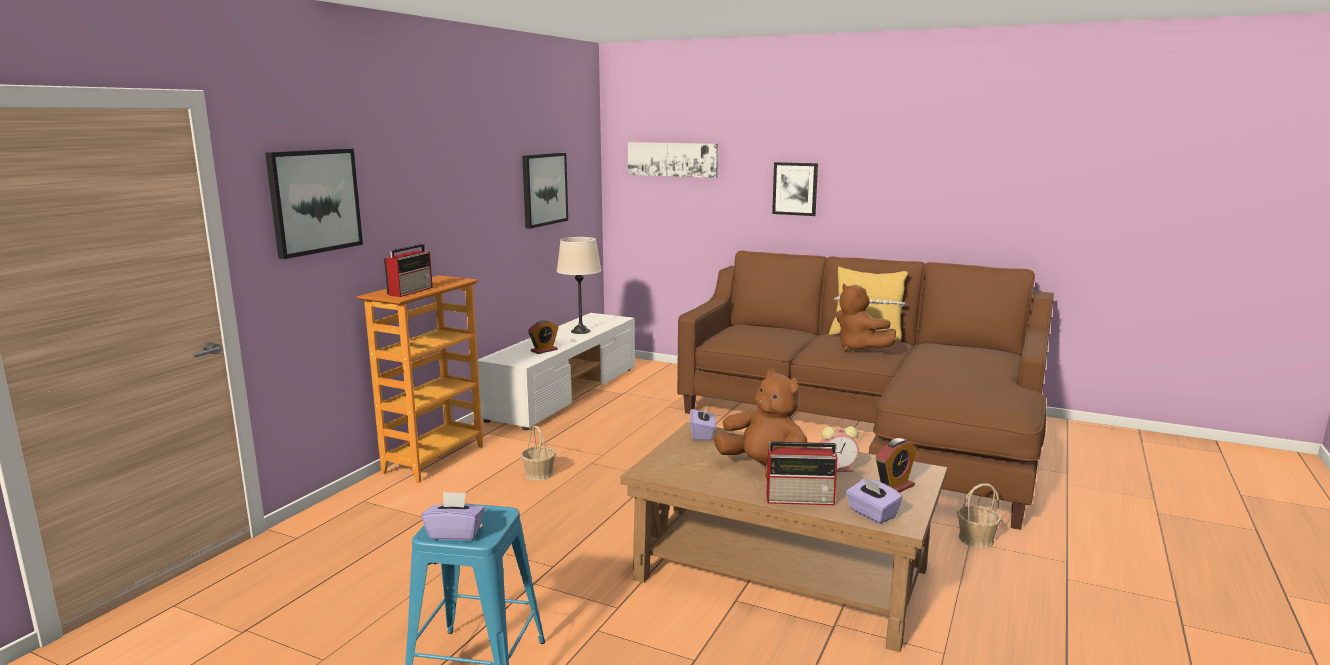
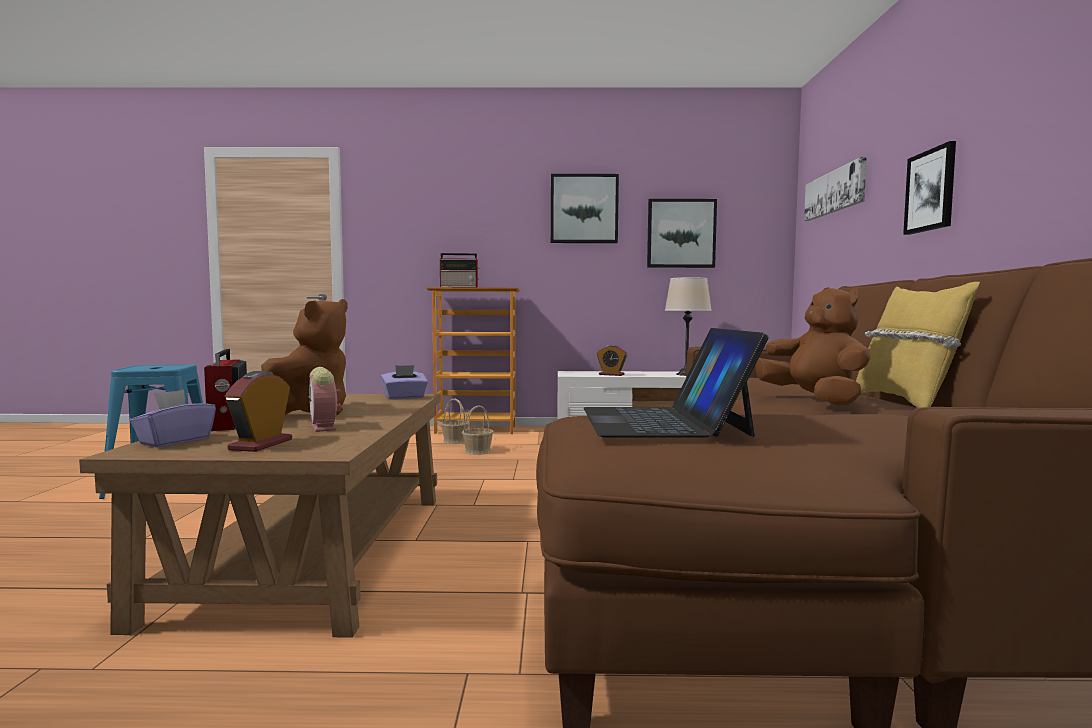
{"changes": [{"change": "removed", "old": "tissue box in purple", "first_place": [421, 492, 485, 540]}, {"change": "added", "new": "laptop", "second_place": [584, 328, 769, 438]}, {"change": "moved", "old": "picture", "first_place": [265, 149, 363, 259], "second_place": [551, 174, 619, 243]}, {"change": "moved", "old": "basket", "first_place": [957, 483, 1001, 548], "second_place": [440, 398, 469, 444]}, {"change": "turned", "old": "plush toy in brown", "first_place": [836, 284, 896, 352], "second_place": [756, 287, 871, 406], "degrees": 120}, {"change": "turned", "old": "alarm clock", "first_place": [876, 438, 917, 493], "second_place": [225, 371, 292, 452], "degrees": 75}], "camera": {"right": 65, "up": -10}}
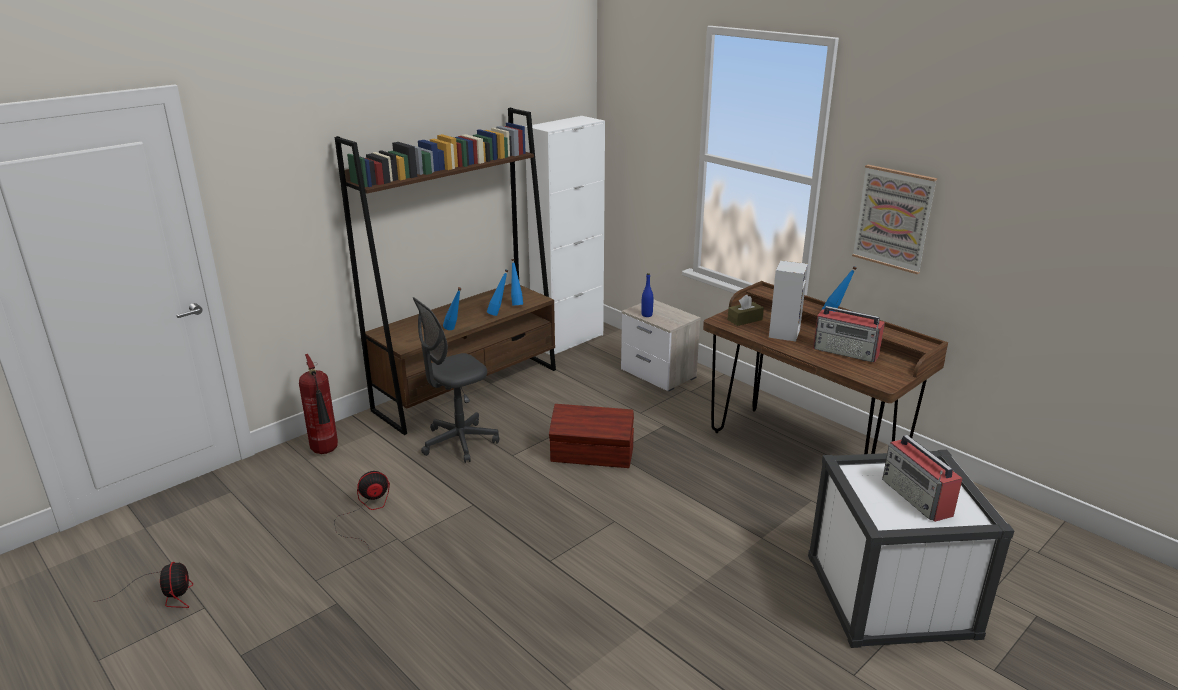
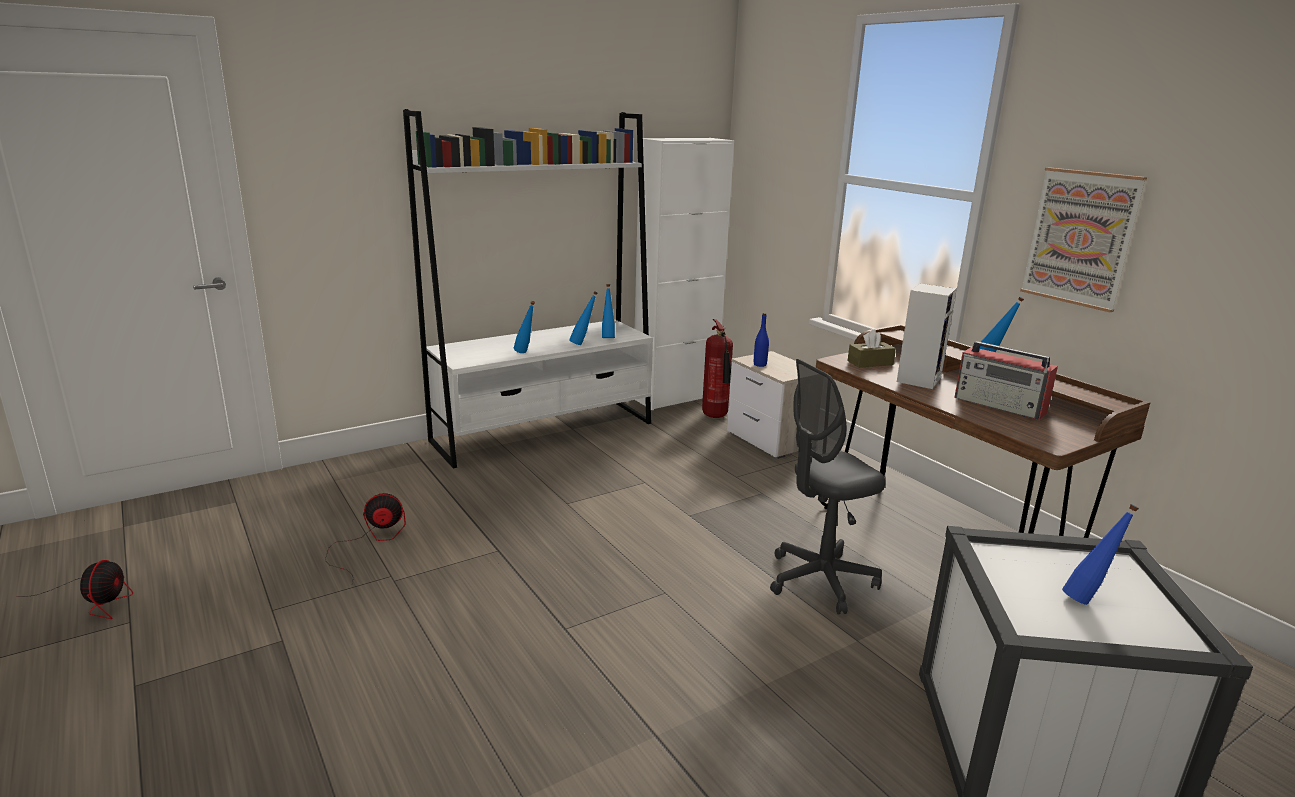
{"changes": [{"change": "removed", "old": "storage box in brown", "first_place": [549, 404, 634, 468]}, {"change": "moved", "old": "fire extinguisher", "first_place": [299, 354, 338, 454], "second_place": [702, 319, 733, 418]}, {"change": "moved", "old": "office chair in grey", "first_place": [413, 297, 499, 463], "second_place": [770, 359, 885, 614]}, {"change": "replaced", "old": "radio", "new": "bottle in blue", "first_place": [882, 435, 963, 522], "second_place": [1062, 504, 1139, 605]}, {"change": "recoloured", "old": "bookcase in brown", "new": "bookcase in white", "first_place": [335, 107, 556, 435], "second_place": [403, 109, 653, 469]}], "camera": {"right": 10, "up": -5}}
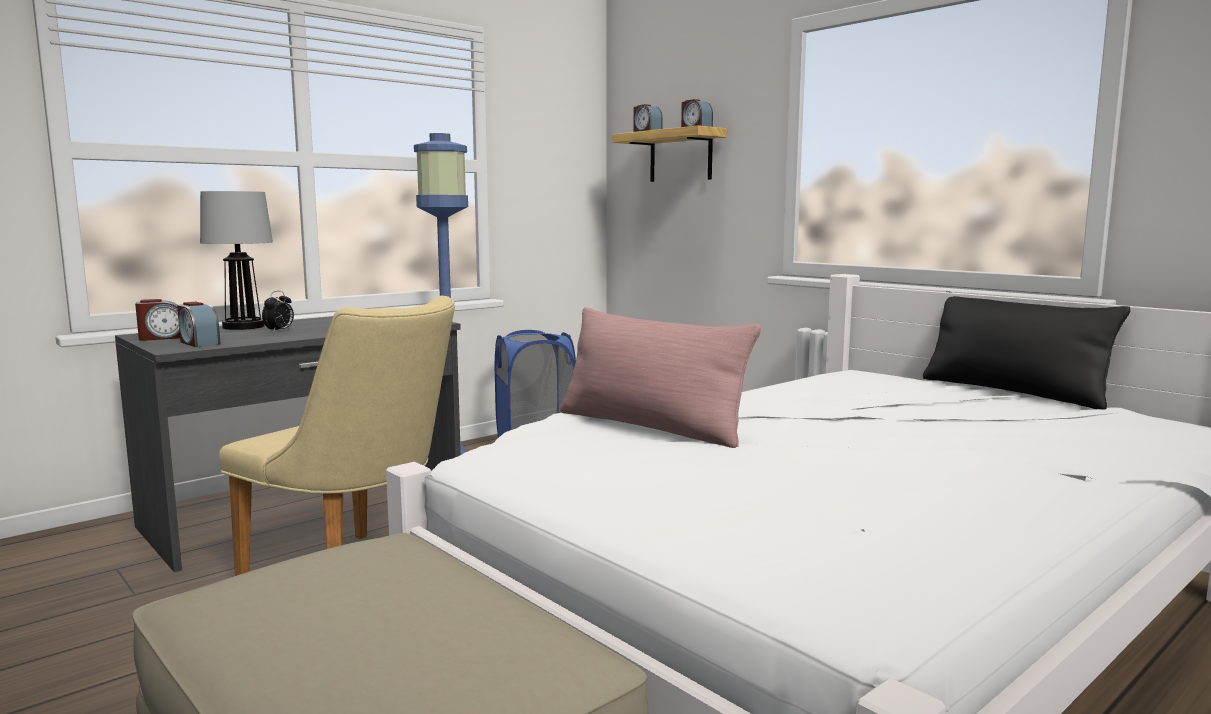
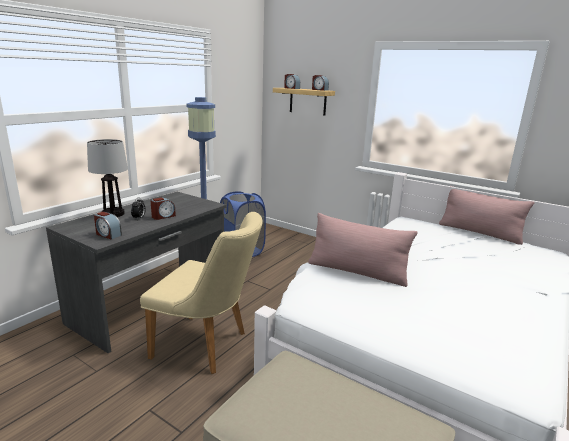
{"changes": [{"change": "moved", "old": "alarm clock", "first_place": [135, 299, 180, 341], "second_place": [150, 198, 176, 220]}, {"change": "recoloured", "old": "pillow in black", "new": "pillow in pink", "first_place": [923, 291, 1130, 410], "second_place": [439, 186, 534, 245]}], "camera": {"right": -15, "up": 10}}
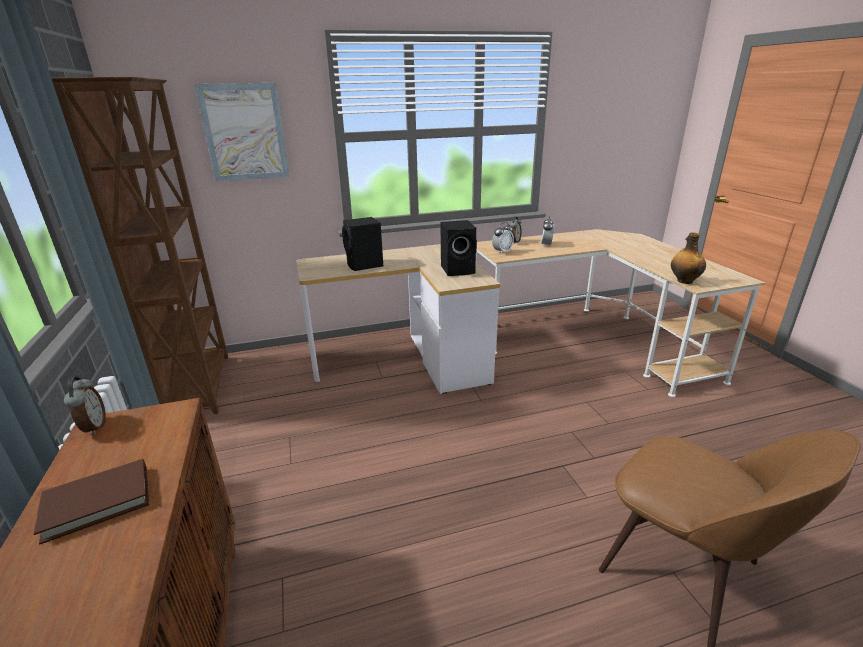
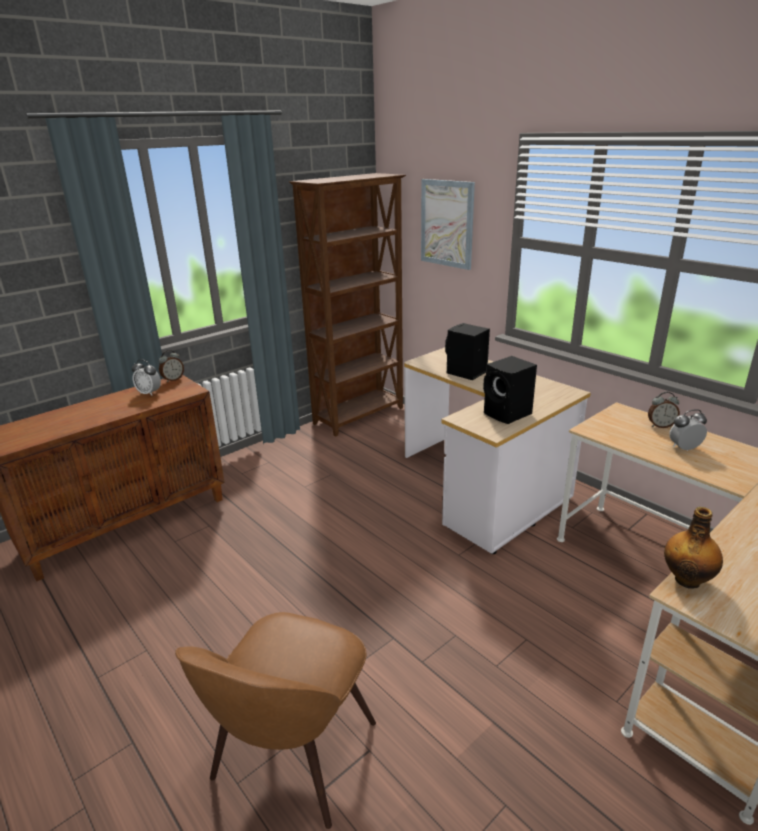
{"changes": [{"change": "removed", "old": "book in brown", "first_place": [34, 459, 149, 545]}, {"change": "moved", "old": "alarm clock", "first_place": [492, 222, 514, 253], "second_place": [132, 360, 161, 396]}], "camera": {"right": 65, "up": 0}}
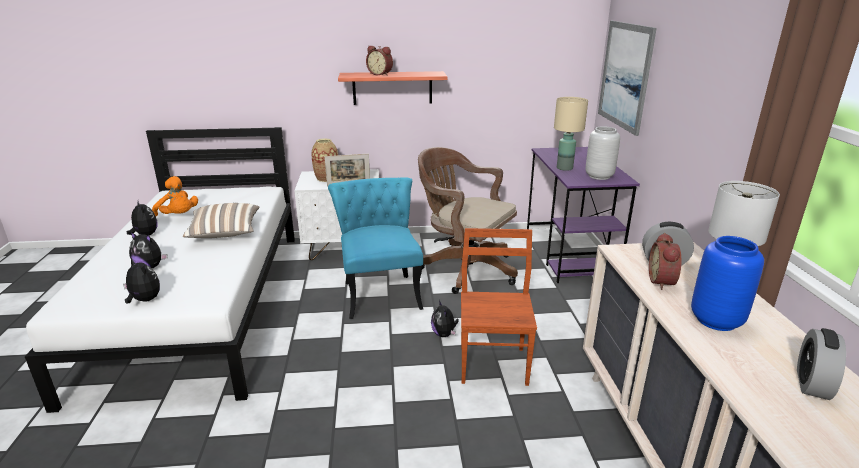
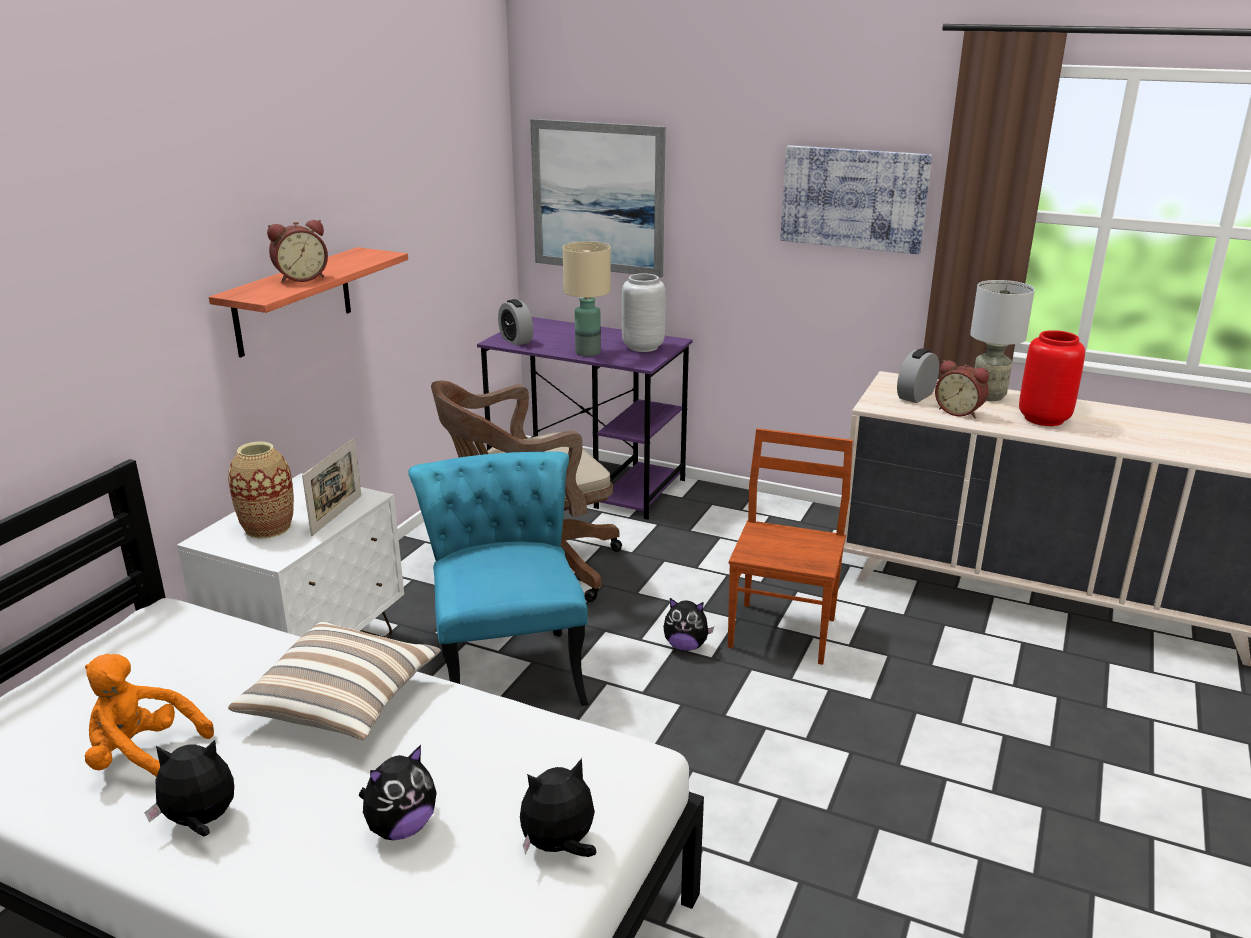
{"changes": [{"change": "added", "new": "picture", "second_place": [780, 145, 932, 254]}, {"change": "moved", "old": "alarm clock", "first_place": [797, 328, 846, 400], "second_place": [498, 299, 533, 346]}, {"change": "recoloured", "old": "vase in blue", "new": "vase in red", "first_place": [691, 236, 764, 331], "second_place": [1019, 330, 1085, 426]}, {"change": "turned", "old": "plush toy in orange", "first_place": [152, 176, 198, 216], "second_place": [85, 654, 214, 777], "degrees": -150}, {"change": "turned", "old": "chair in turquoise", "first_place": [328, 177, 423, 319], "second_place": [408, 451, 589, 706], "degrees": 60}, {"change": "turned", "old": "chair in brown", "first_place": [461, 228, 537, 386], "second_place": [728, 428, 853, 665], "degrees": 75}], "camera": {"right": -60, "up": 0}}
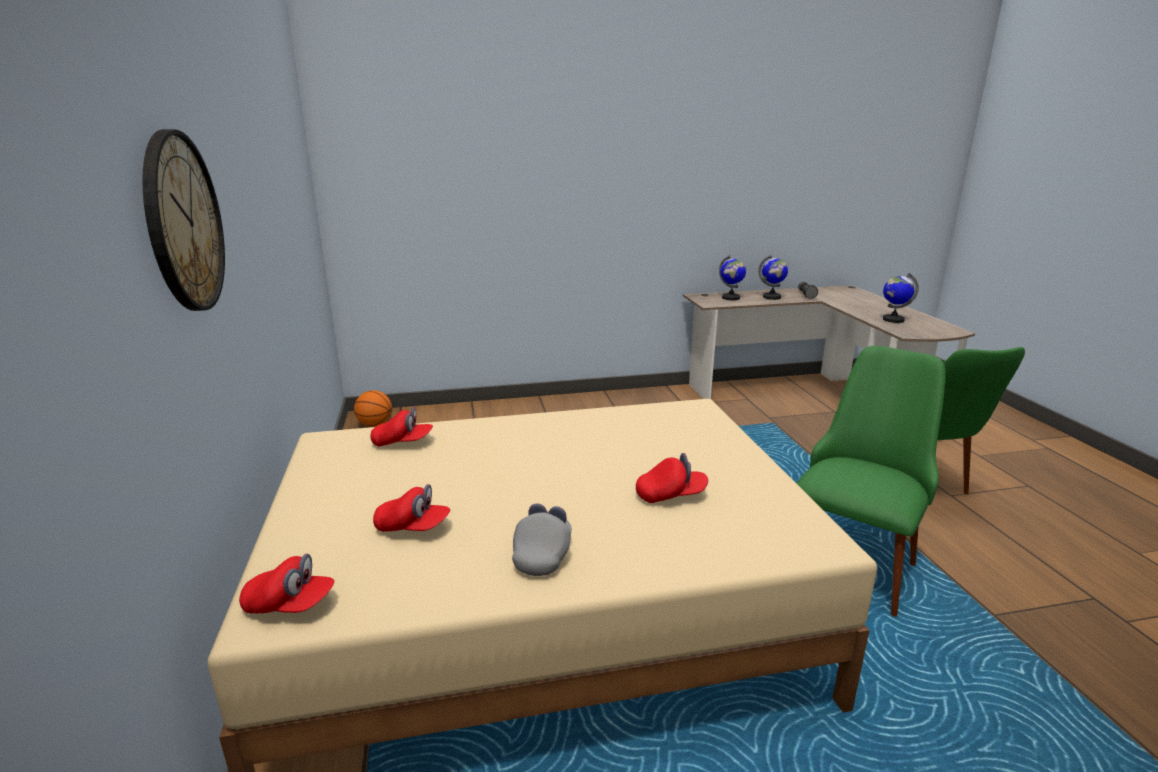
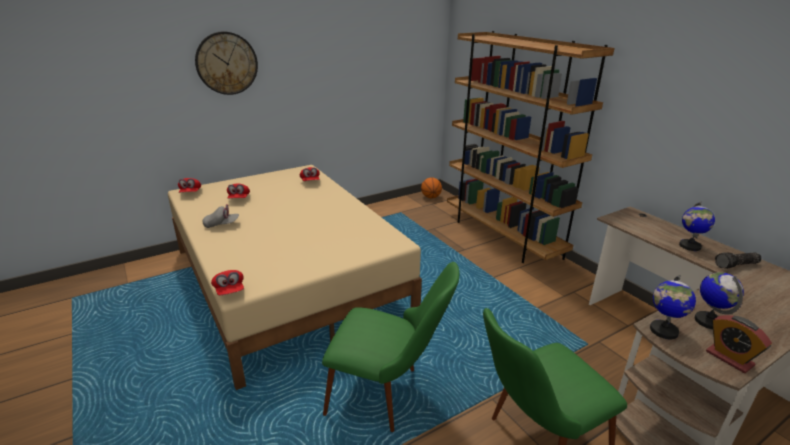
{"changes": [{"change": "added", "new": "bookcase in brown", "second_place": [447, 31, 615, 263]}, {"change": "added", "new": "alarm clock", "second_place": [706, 315, 772, 373]}, {"change": "moved", "old": "cap in red", "first_place": [636, 453, 708, 503], "second_place": [211, 270, 244, 295]}, {"change": "moved", "old": "globe", "first_place": [719, 255, 746, 300], "second_place": [650, 275, 696, 340]}], "camera": {"right": 70, "up": 5}}
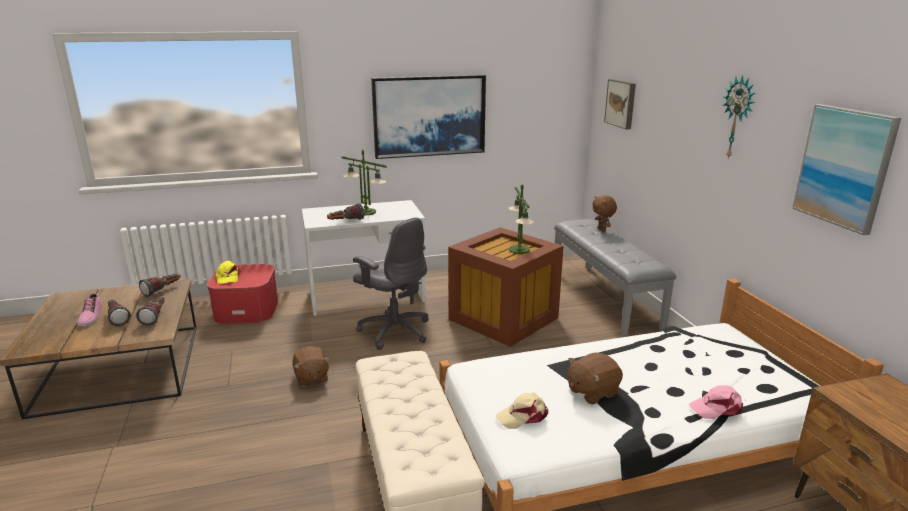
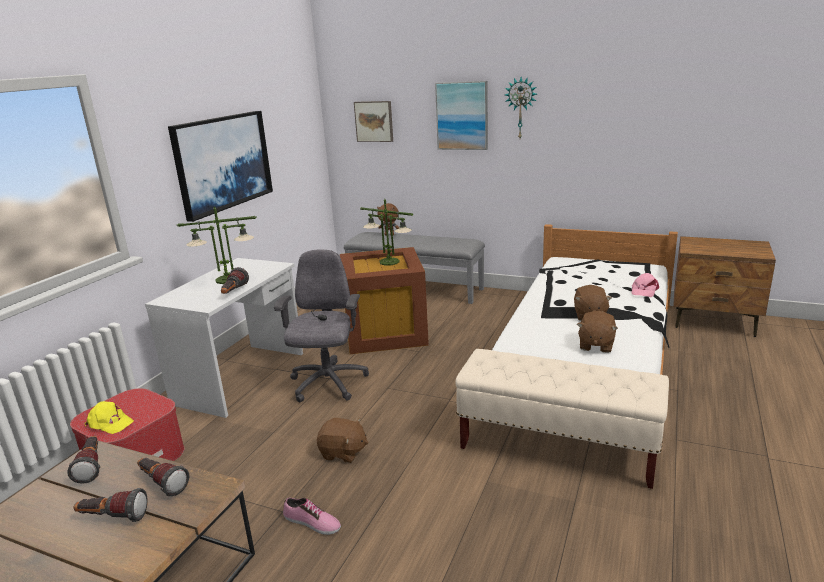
{"changes": [{"change": "moved", "old": "shoe", "first_place": [77, 293, 102, 327], "second_place": [283, 498, 341, 535]}, {"change": "moved", "old": "picture", "first_place": [792, 104, 901, 235], "second_place": [435, 81, 488, 150]}, {"change": "replaced", "old": "cap in beige", "new": "plush toy in brown", "first_place": [496, 392, 548, 429], "second_place": [577, 311, 618, 353]}, {"change": "turned", "old": "office chair in grey", "first_place": [353, 218, 429, 350], "second_place": [274, 249, 369, 402], "degrees": -75}], "camera": {"right": -50, "up": 0}}
